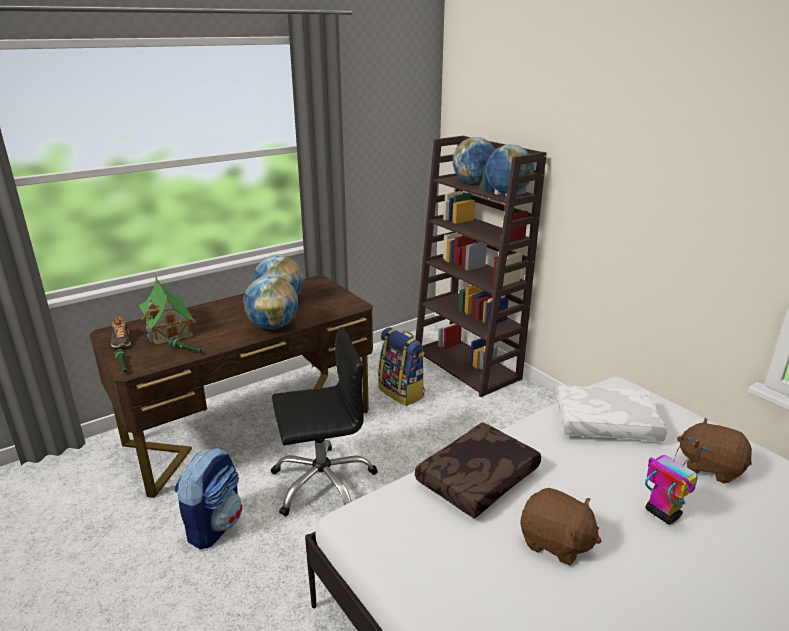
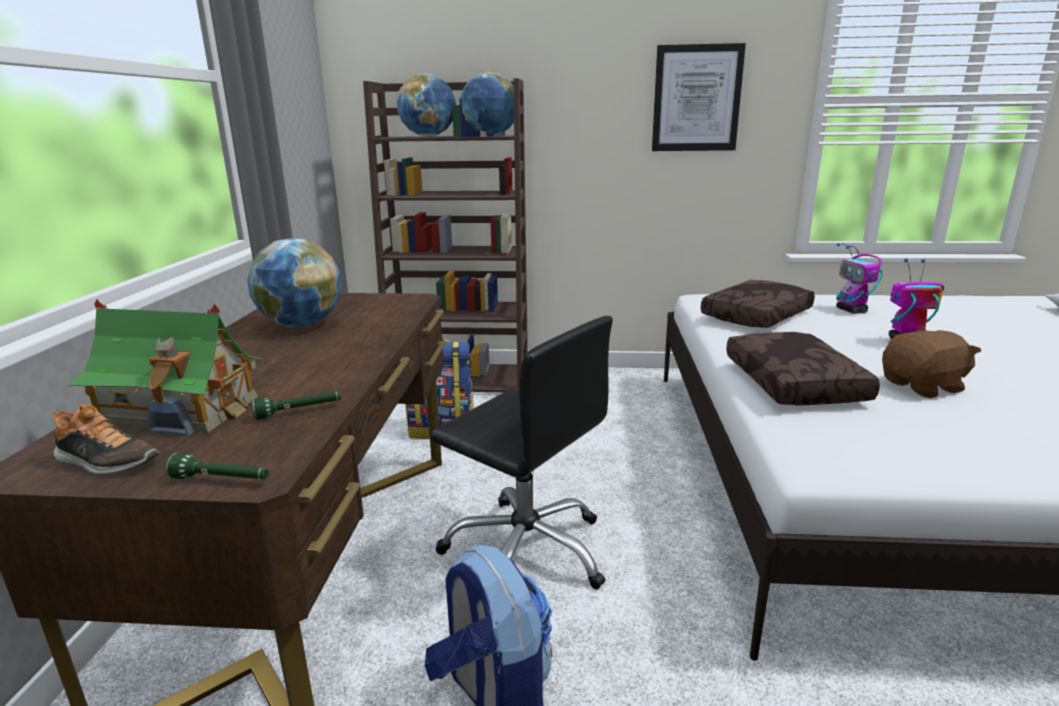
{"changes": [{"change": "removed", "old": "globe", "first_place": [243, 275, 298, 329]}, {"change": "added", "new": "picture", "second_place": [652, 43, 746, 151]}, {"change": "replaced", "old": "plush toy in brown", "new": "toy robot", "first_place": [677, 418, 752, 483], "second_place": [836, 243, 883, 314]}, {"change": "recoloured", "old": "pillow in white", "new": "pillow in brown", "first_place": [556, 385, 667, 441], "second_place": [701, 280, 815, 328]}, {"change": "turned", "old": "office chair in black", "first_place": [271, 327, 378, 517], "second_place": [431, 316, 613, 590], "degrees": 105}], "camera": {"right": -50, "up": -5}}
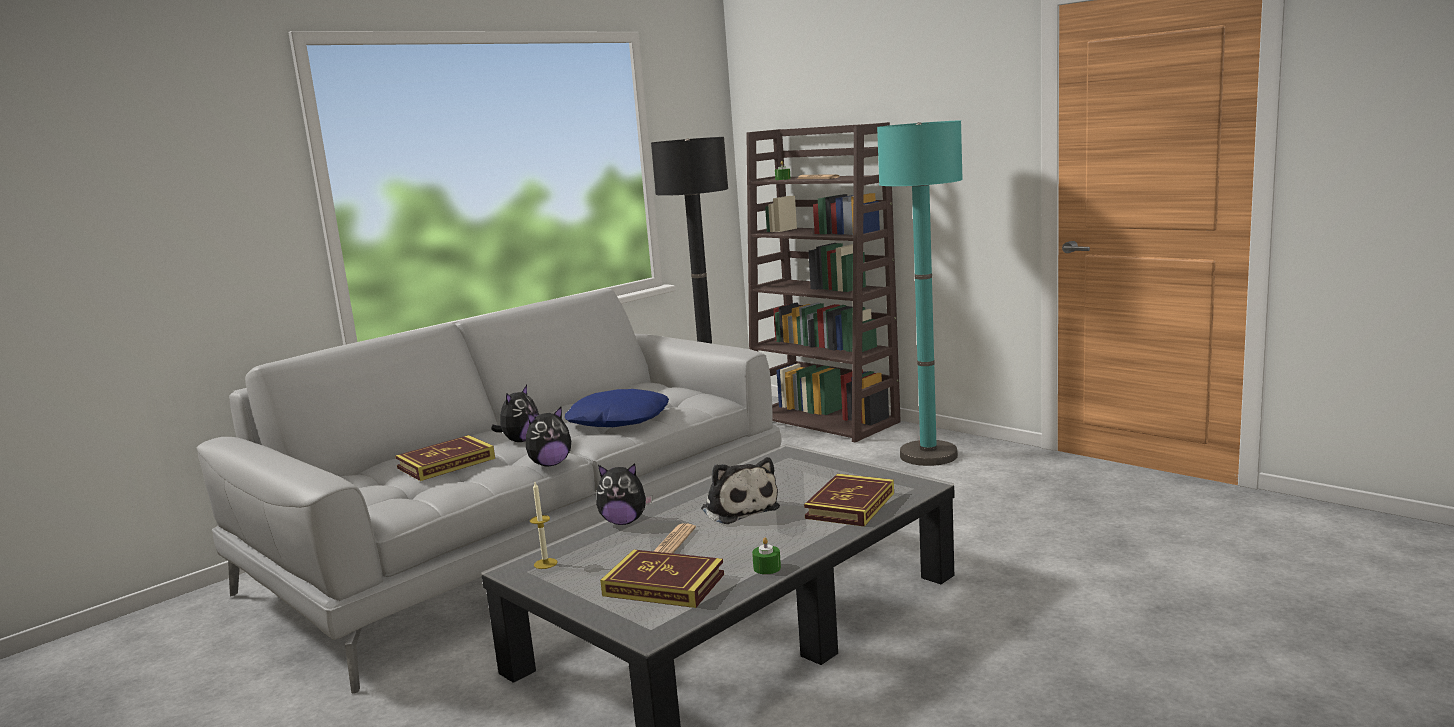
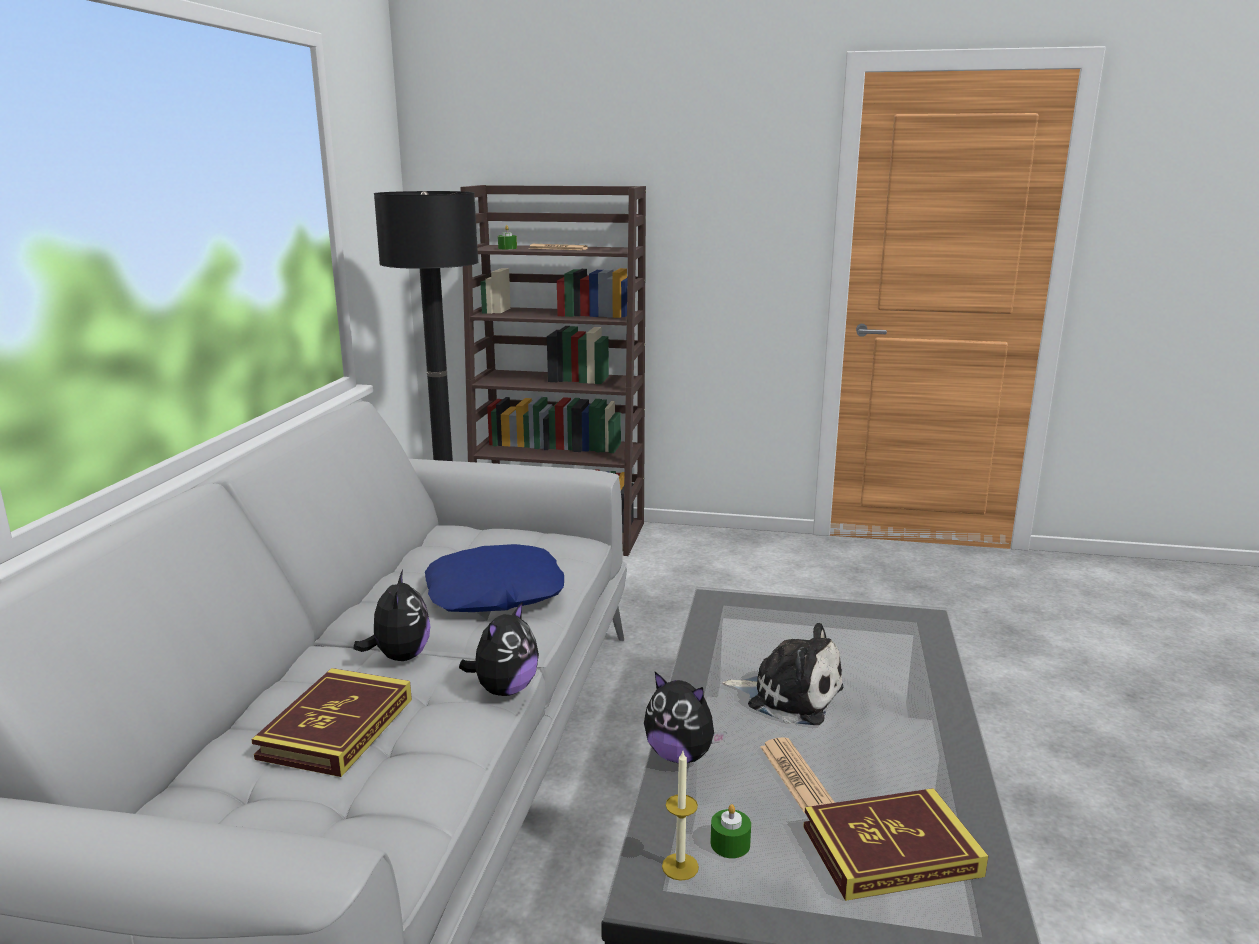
{"changes": [{"change": "removed", "old": "book", "first_place": [804, 474, 894, 527]}, {"change": "removed", "old": "floor lamp in turquoise", "first_place": [877, 120, 963, 466]}, {"change": "moved", "old": "candle in green", "first_place": [752, 537, 781, 574], "second_place": [711, 804, 751, 858]}, {"change": "turned", "old": "plush toy", "first_place": [596, 463, 653, 525], "second_place": [644, 672, 726, 763], "degrees": 60}], "camera": {"right": -35, "up": 5}}
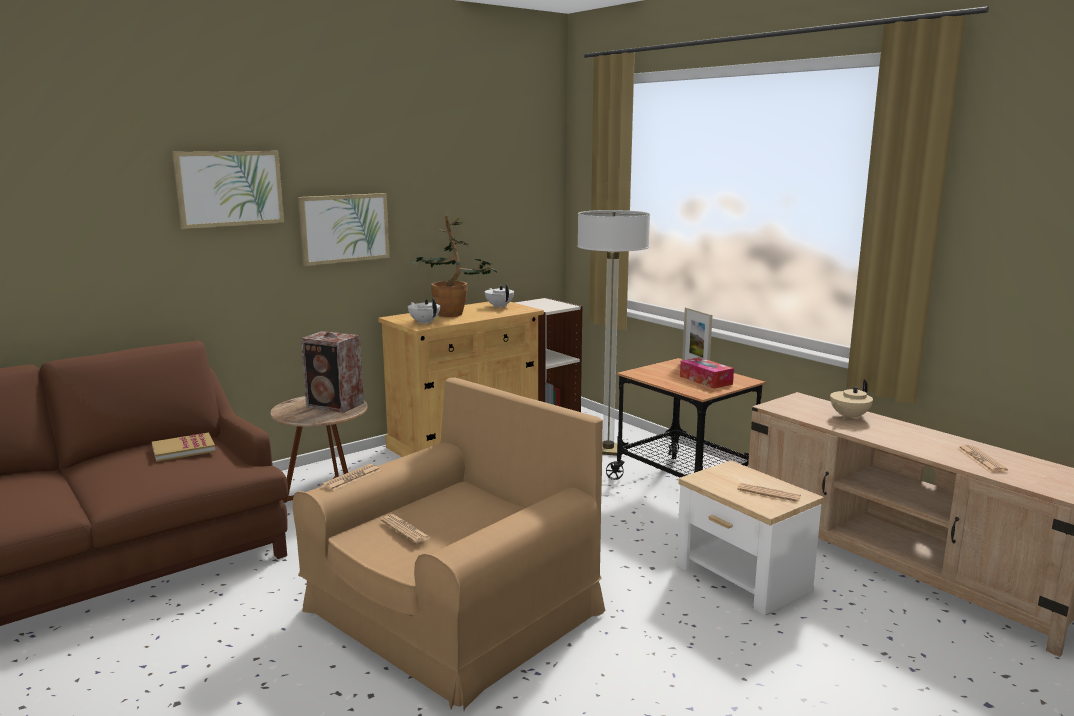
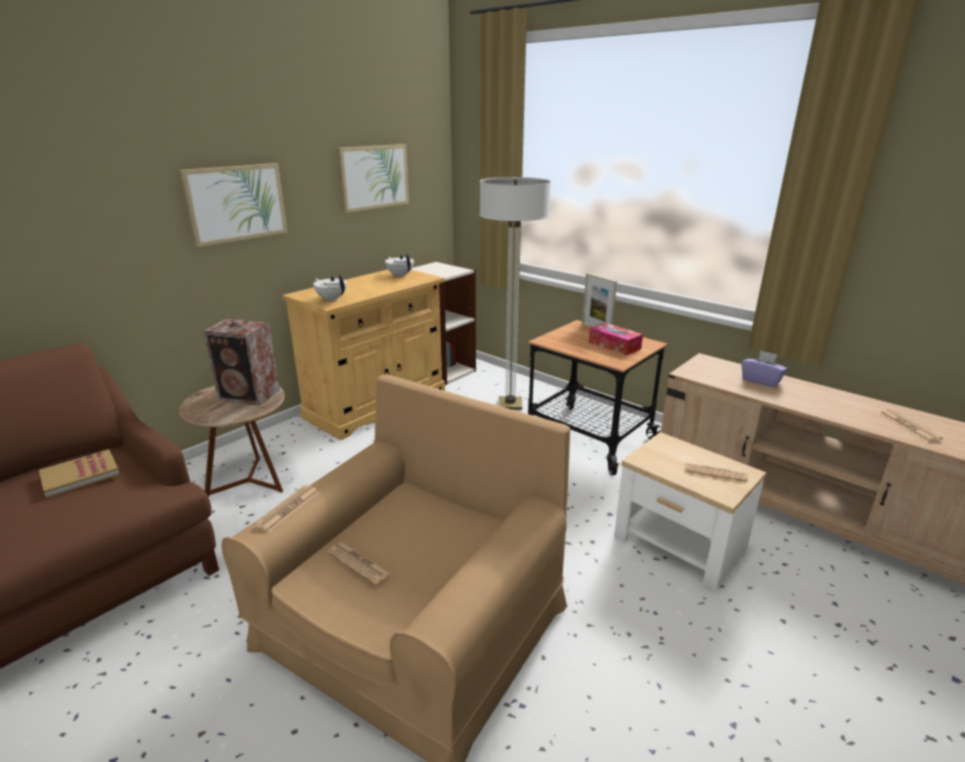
{"changes": [{"change": "removed", "old": "potted plant", "first_place": [413, 215, 497, 317]}, {"change": "moved", "old": "picture", "first_place": [172, 151, 284, 229], "second_place": [337, 144, 409, 213]}, {"change": "replaced", "old": "teapot in beige", "new": "tissue box in purple", "first_place": [830, 379, 873, 419], "second_place": [742, 350, 788, 387]}], "camera": {"right": -10, "up": 10}}
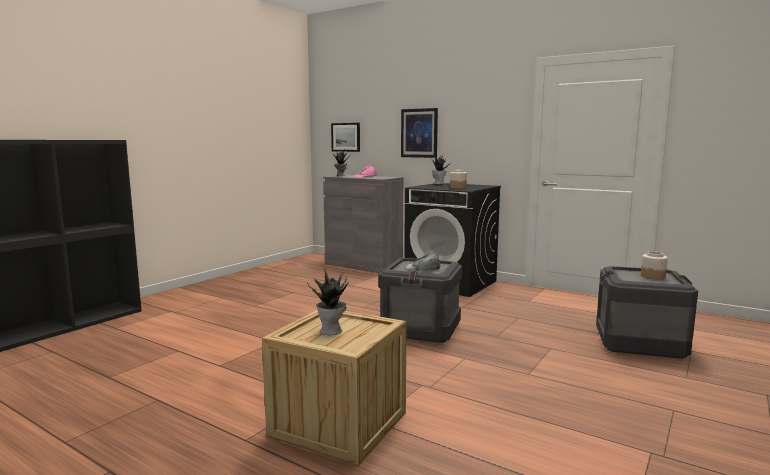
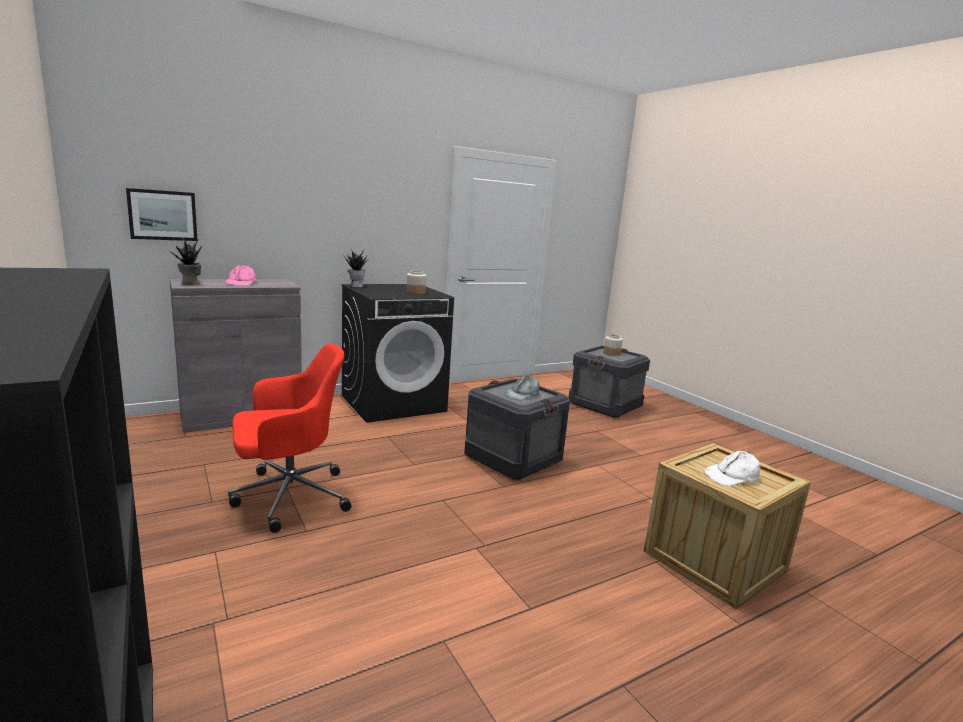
{"changes": [{"change": "removed", "old": "picture", "first_place": [401, 108, 438, 158]}, {"change": "added", "new": "office chair in red", "second_place": [228, 344, 351, 533]}, {"change": "replaced", "old": "potted plant", "new": "cap in white", "first_place": [307, 268, 349, 335], "second_place": [704, 451, 760, 486]}], "camera": {"right": -65, "up": 5}}
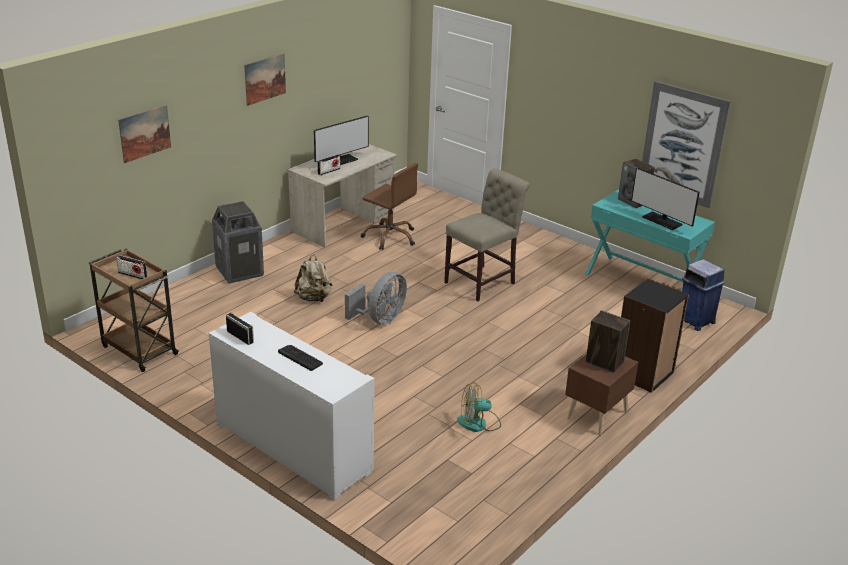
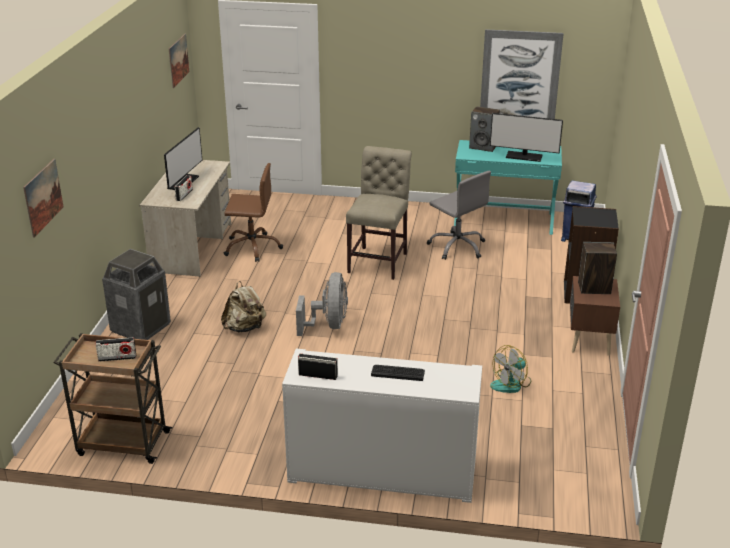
{"changes": [{"change": "added", "new": "office chair in grey", "second_place": [427, 171, 491, 260]}, {"change": "moved", "old": "picture", "first_place": [244, 53, 286, 106], "second_place": [169, 34, 189, 88]}], "camera": {"right": -30, "up": 0}}
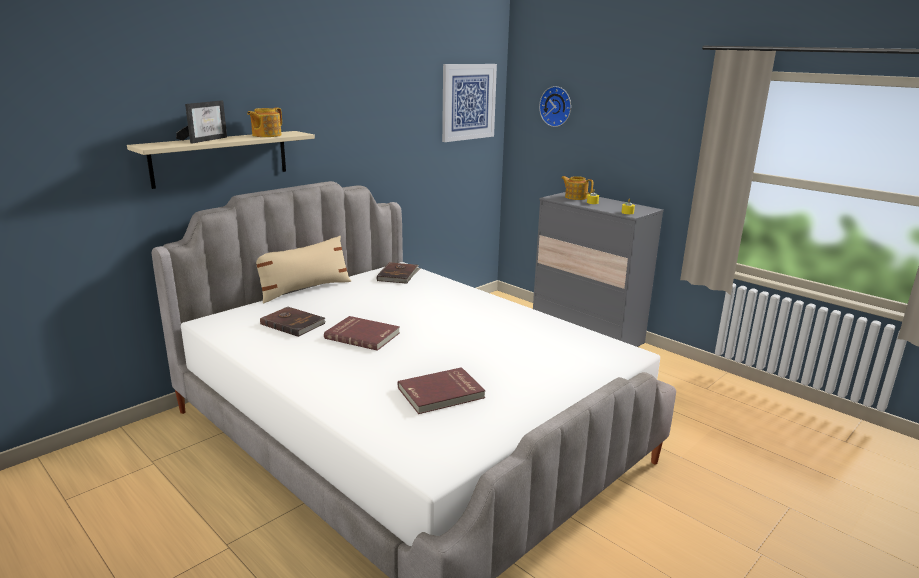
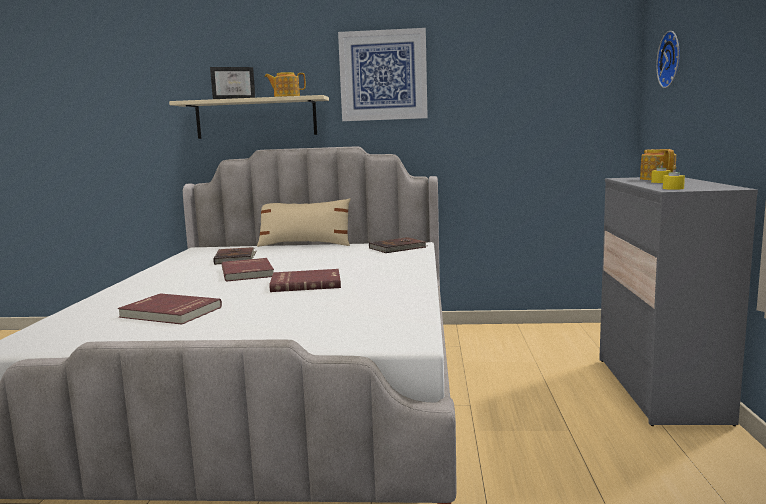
{"changes": [{"change": "added", "new": "book in red", "second_place": [269, 269, 341, 292]}, {"change": "moved", "old": "picture", "first_place": [442, 64, 497, 142], "second_place": [338, 28, 428, 121]}], "camera": {"right": 50, "up": -10}}
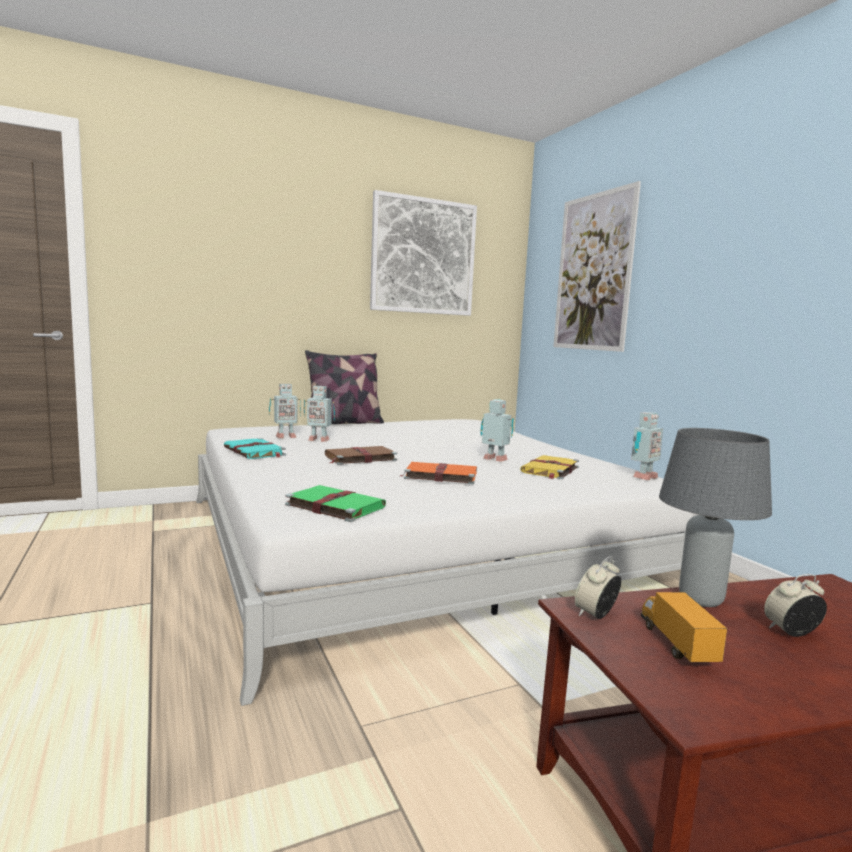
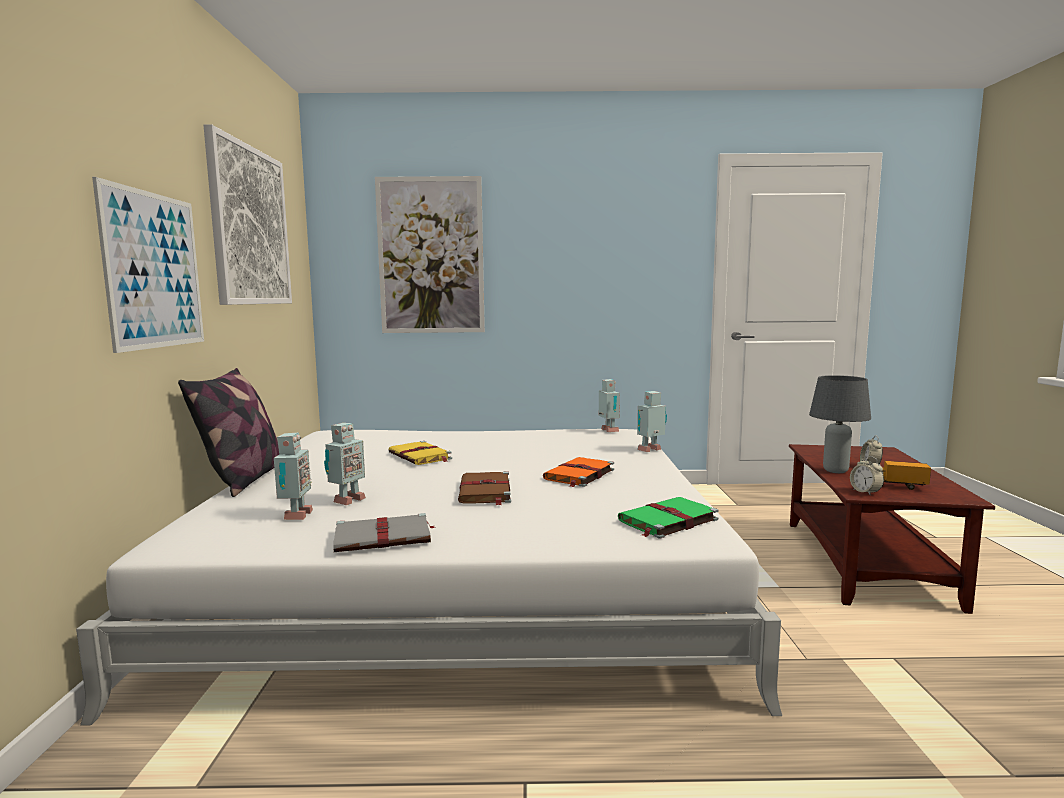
{"changes": [{"change": "added", "new": "picture", "second_place": [92, 177, 204, 353]}, {"change": "moved", "old": "toy robot", "first_place": [480, 399, 514, 462], "second_place": [637, 391, 667, 452]}, {"change": "moved", "old": "book in yellow", "first_place": [520, 455, 579, 479], "second_place": [388, 441, 452, 465]}, {"change": "recoloured", "old": "book in turquoise", "new": "book in grey", "first_place": [224, 438, 286, 459], "second_place": [333, 513, 435, 552]}], "camera": {"right": -65, "up": 0}}
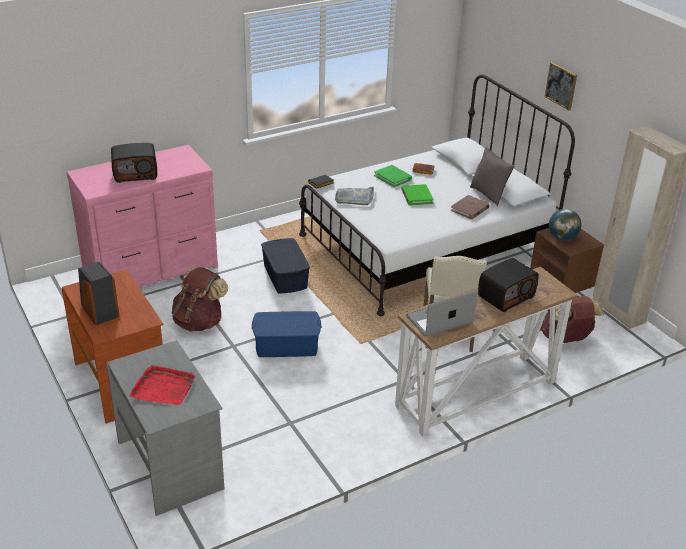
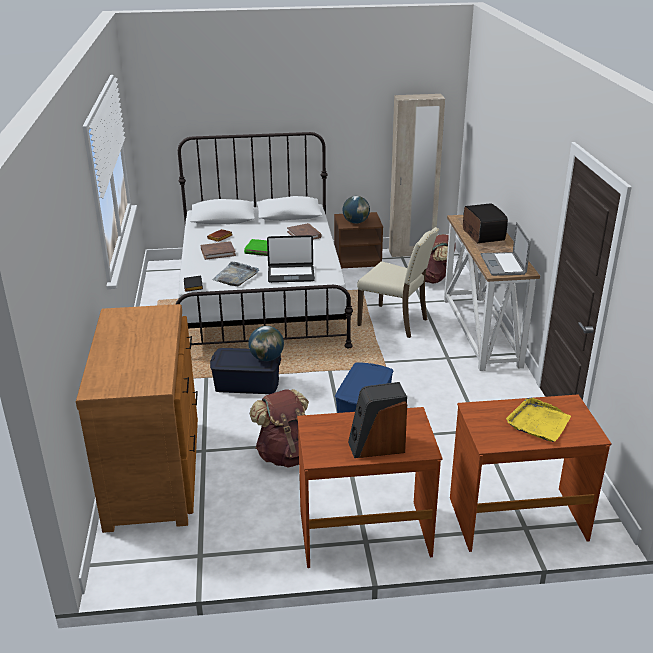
{"changes": [{"change": "removed", "old": "radio", "first_place": [111, 143, 157, 183]}, {"change": "removed", "old": "pillow in grey", "first_place": [470, 147, 515, 206]}, {"change": "removed", "old": "picture", "first_place": [545, 62, 577, 110]}, {"change": "added", "new": "globe", "second_place": [248, 326, 284, 361]}, {"change": "added", "new": "laptop", "second_place": [267, 235, 315, 283]}, {"change": "recoloured", "old": "dresser in pink", "new": "dresser in brown", "first_place": [66, 145, 218, 287], "second_place": [76, 304, 198, 533]}, {"change": "recoloured", "old": "desk in grey", "new": "desk in brown", "first_place": [106, 340, 224, 516], "second_place": [450, 395, 612, 552]}, {"change": "recoloured", "old": "tray in red", "new": "tray in yellow", "first_place": [130, 365, 195, 405], "second_place": [506, 398, 571, 442]}, {"change": "recoloured", "old": "book in green", "new": "book in brown", "first_place": [374, 165, 412, 187], "second_place": [201, 241, 236, 260]}], "camera": {"right": -65, "up": -5}}
